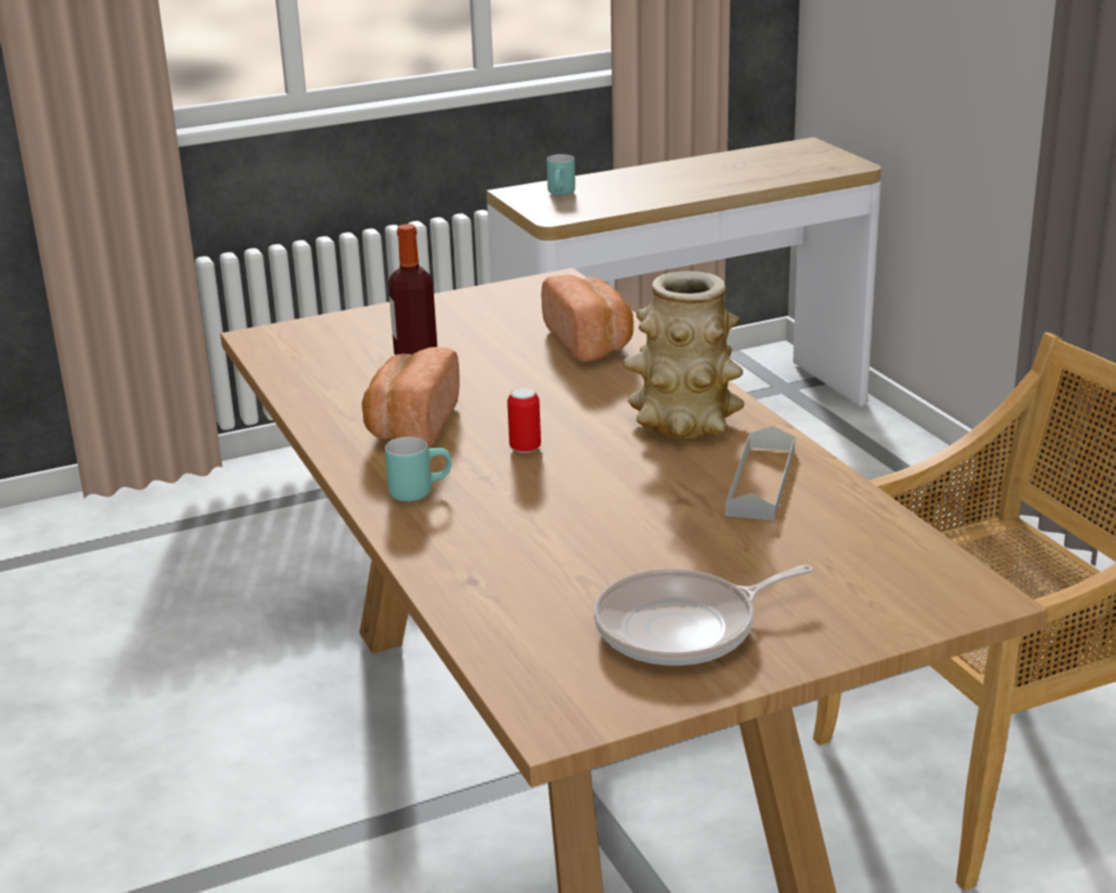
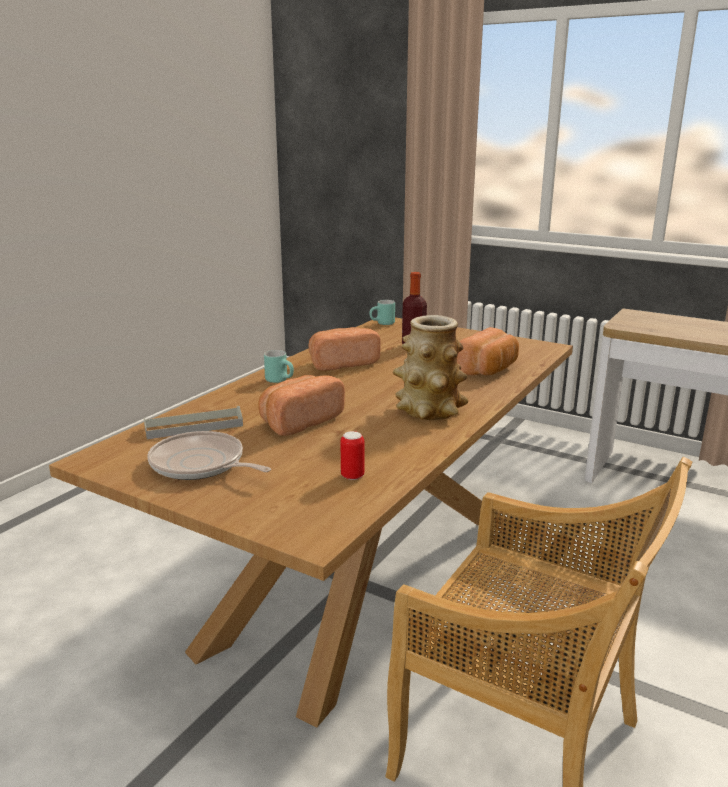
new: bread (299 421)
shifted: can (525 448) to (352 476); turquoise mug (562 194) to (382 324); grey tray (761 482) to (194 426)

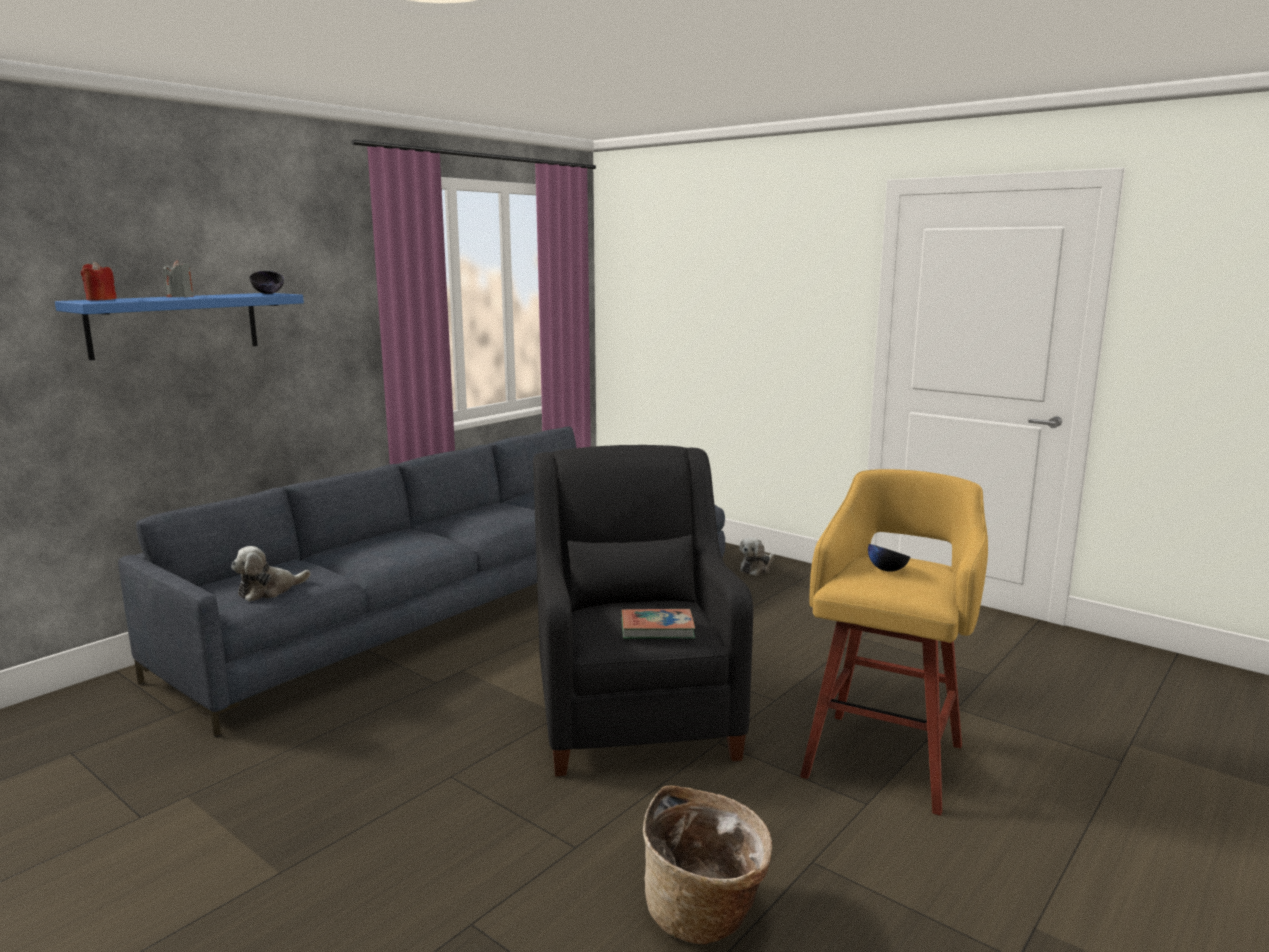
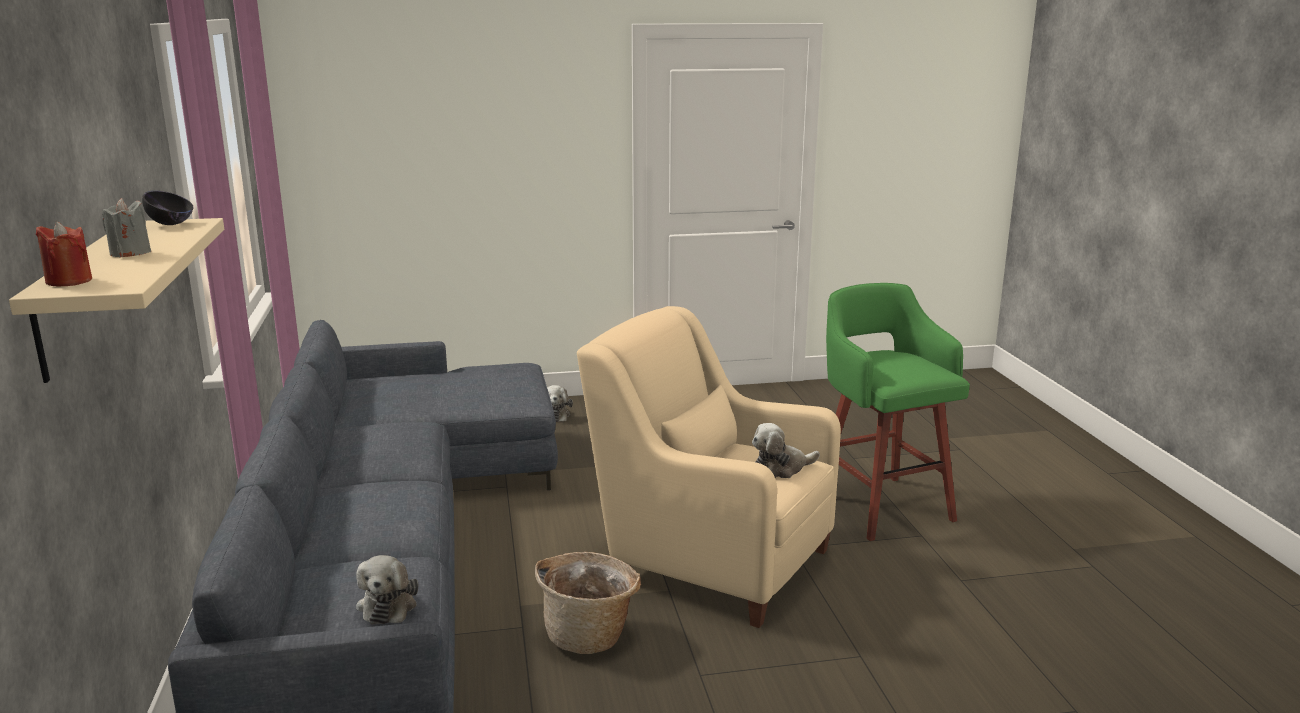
gone: black bowl (887 570)
shifted: basket (705 913) to (589 635)
swapped: book (657 629) to plush toy (781 468)
repainted: blue shelf (175 324) to beige shelf (83 296); black armchair (634 712) to beige armchair (709 560); yellow stool (885 757) to green stool (880 505)

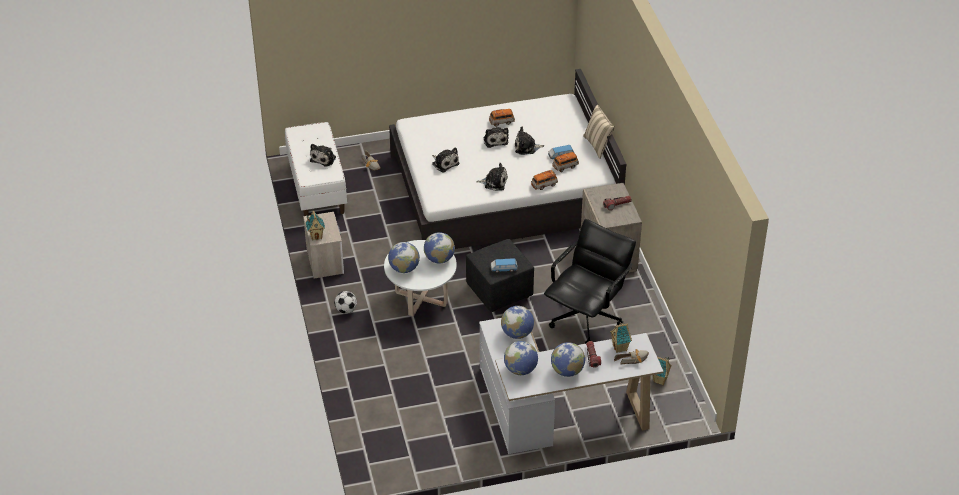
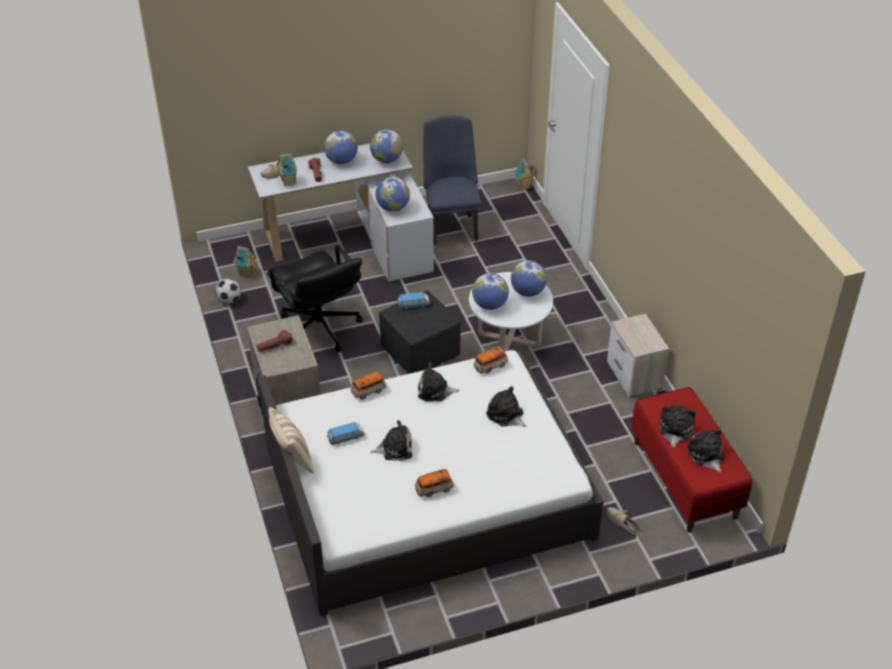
new: blue chair (451 226)
shifted: toy house (316 236) to (524 187); football (346 310) to (229 300); plush toy (495 140) to (706 455); toy car (565 166) to (490 366)
repainted: white bench (316 187) to red bench (685 479)
rotated: black office chair (586 318) = (319 329) 60 degrees counterclockwise

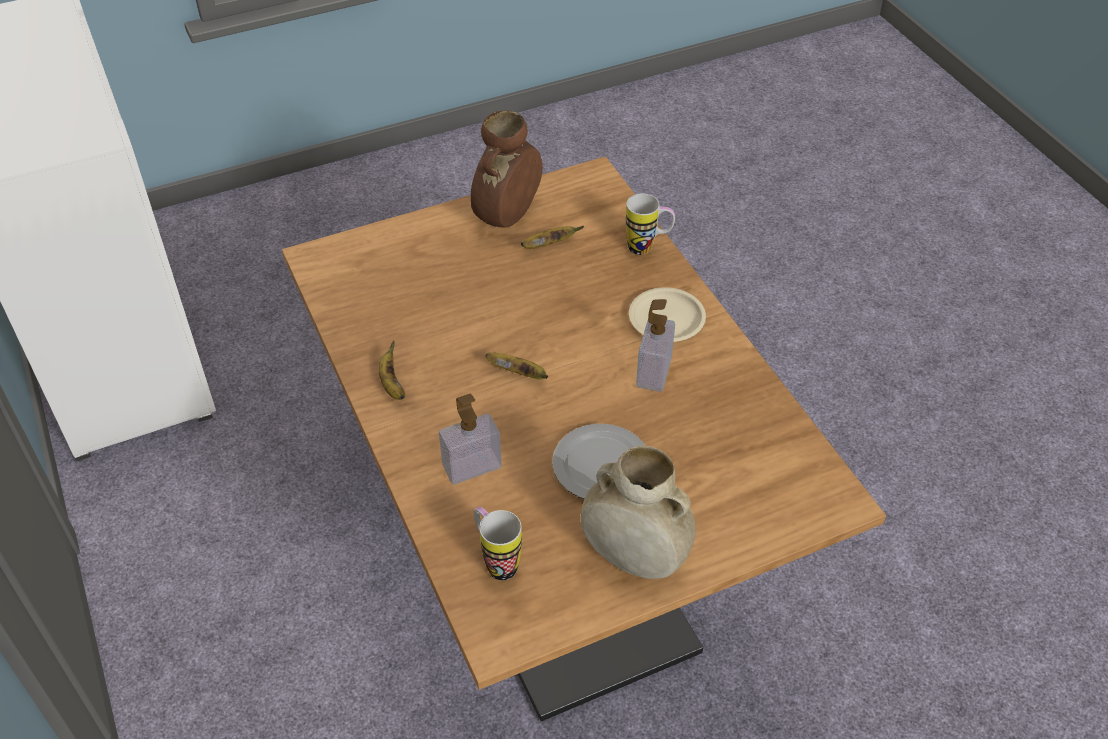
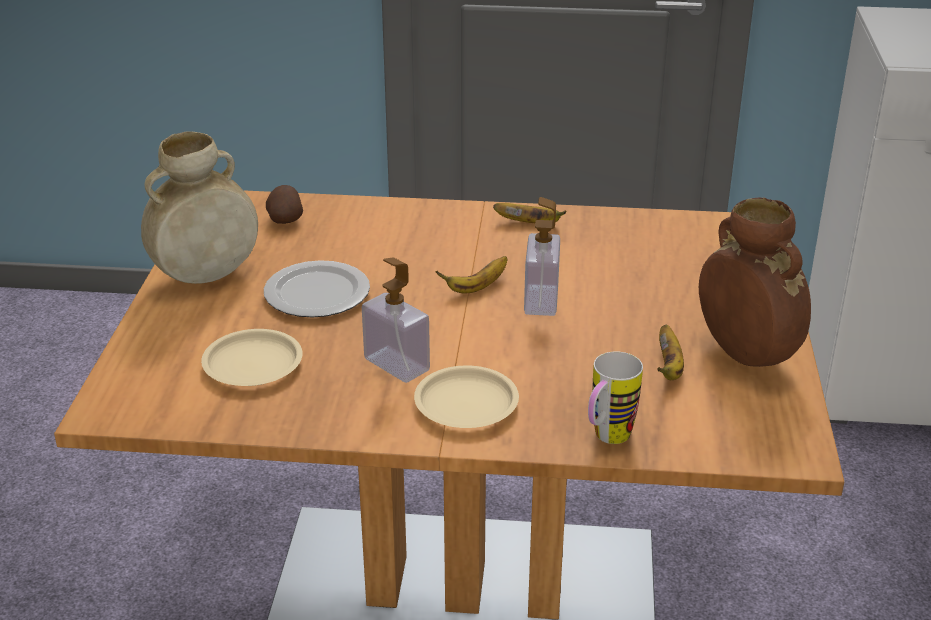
new: beige plate (252 365)
shifted: soap dispenser (472 466) to (541 300)
swapped: mug (496 561) to potato (285 219)

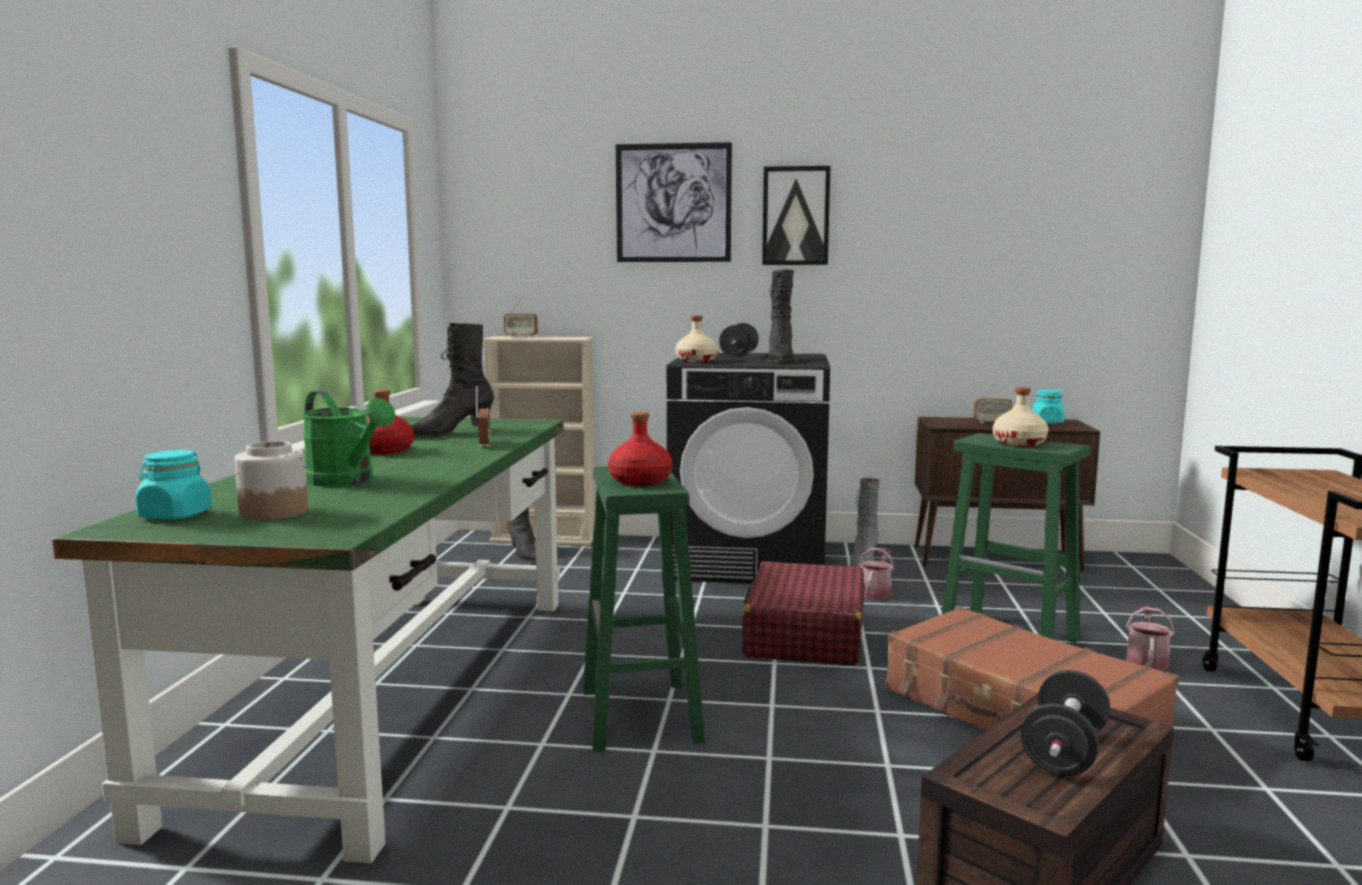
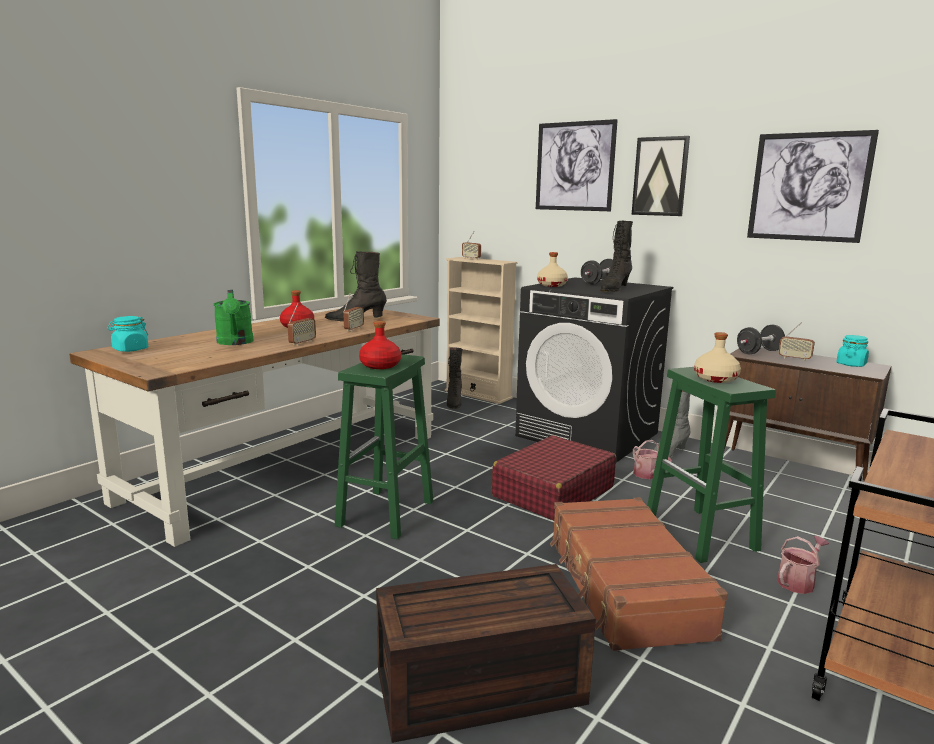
gone: jar (273 512)
new: radio (302 343); picture (808 187)
shifted: black dumbbell (1064 752) to (759 352)
repainted: green desk (395 691) to brown desk (289 465)
rotated: watering can (876 592) = (648 475) 105 degrees clockwise

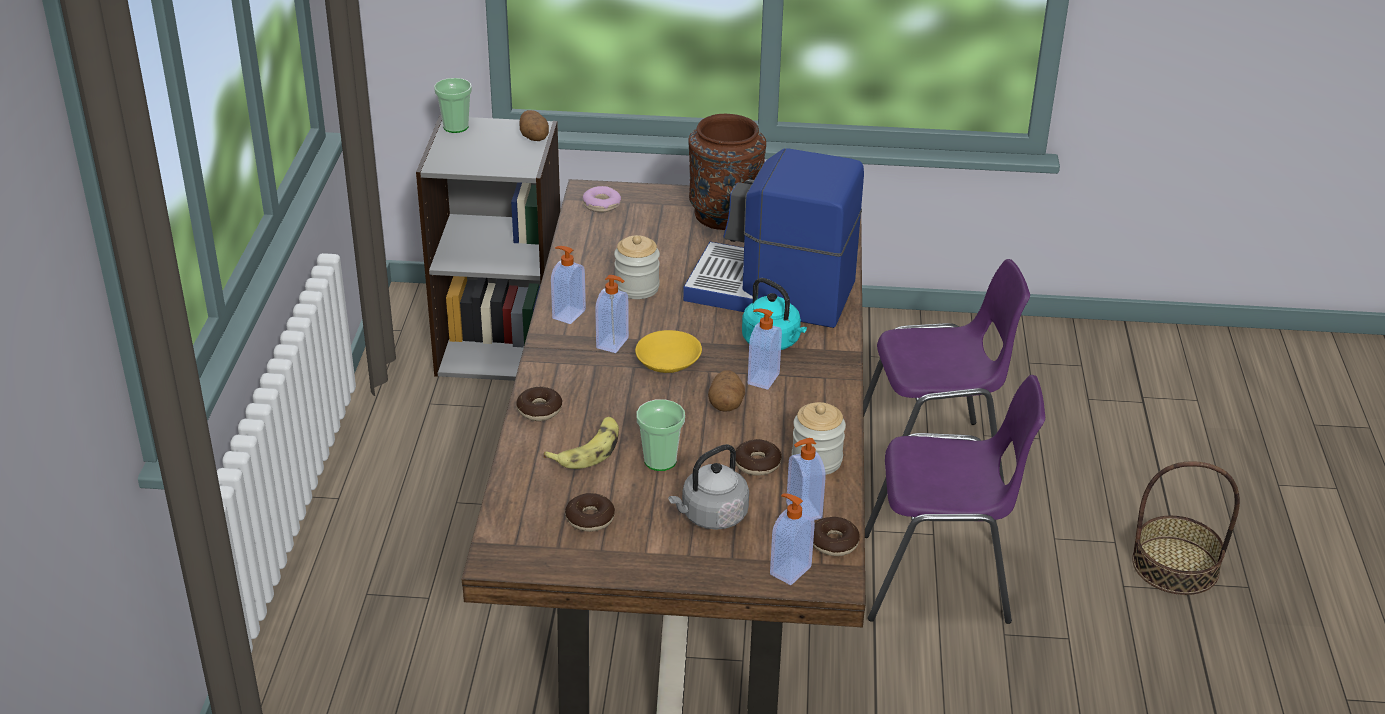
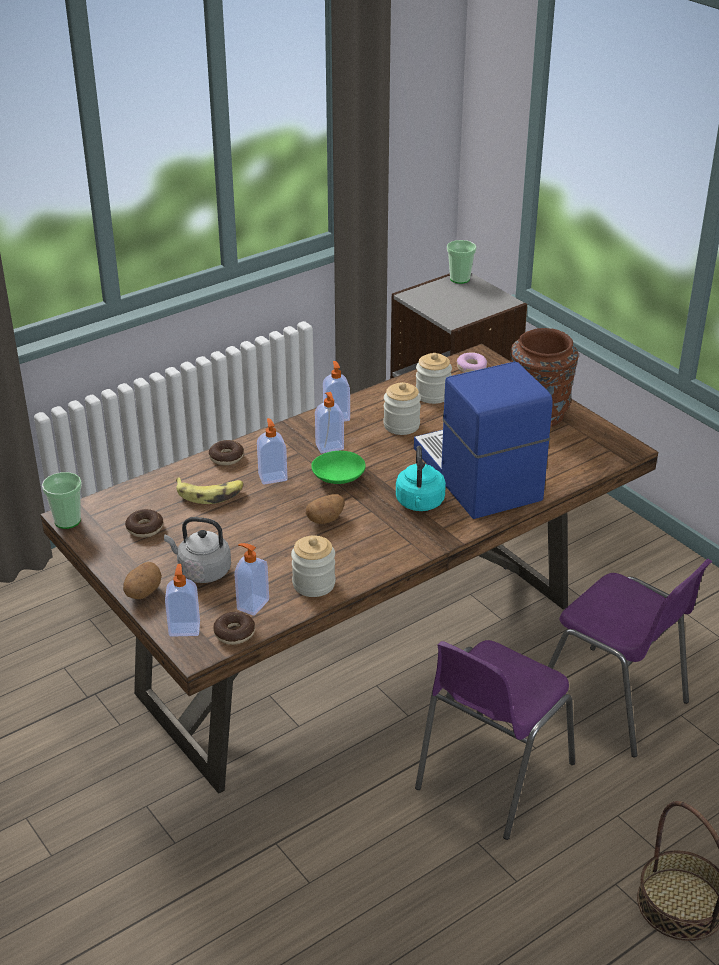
gone: donut (757 464)
new: jar (433 395)
shifted: potato (535 138) to (142 592); cup (660 461) to (67 521); soap dispenser (762 378) to (272 477)
repainted: yellow bowl (667 363) to green bowl (337 476)
rotated: purple chair (940 580) = (490 777) 75 degrees clockwise

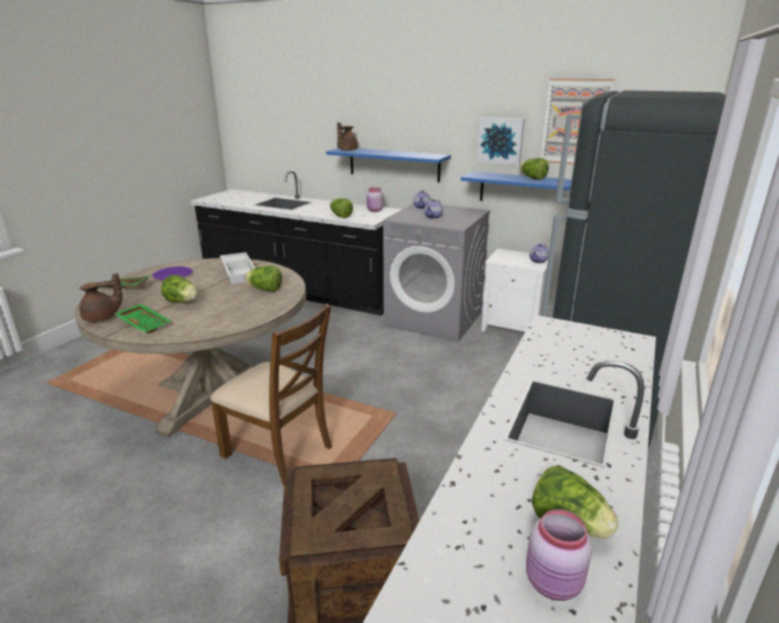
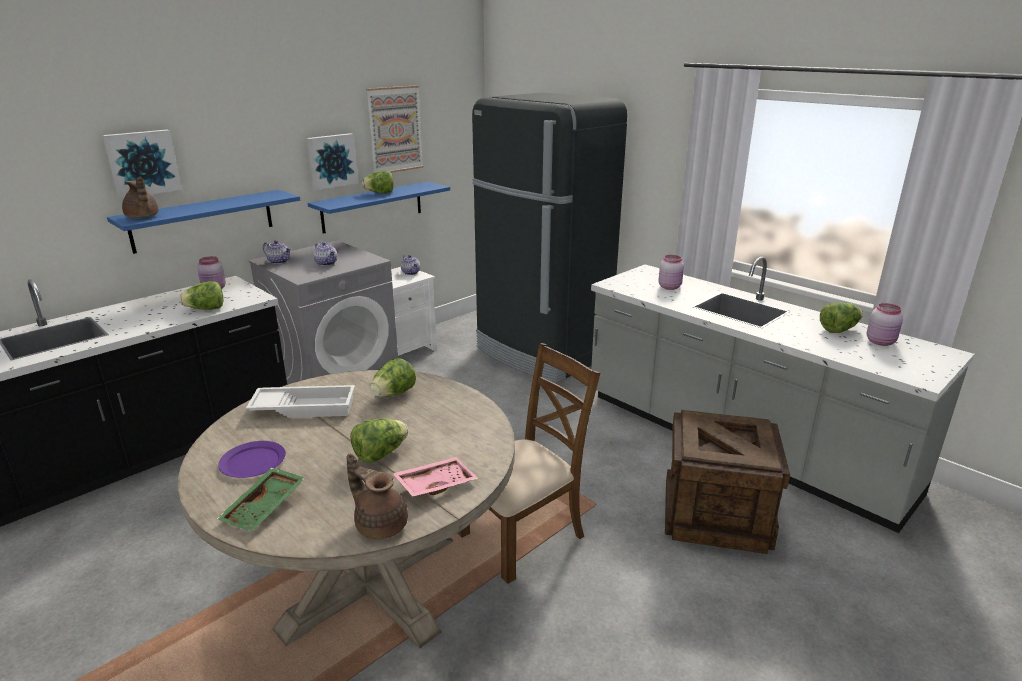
new: picture (142 163); pink jar (670 287)
repainted: green tray (145 324) to pink tray (435 484)
rotated: brown teapot (102 318) = (380 524) 45 degrees counterclockwise

